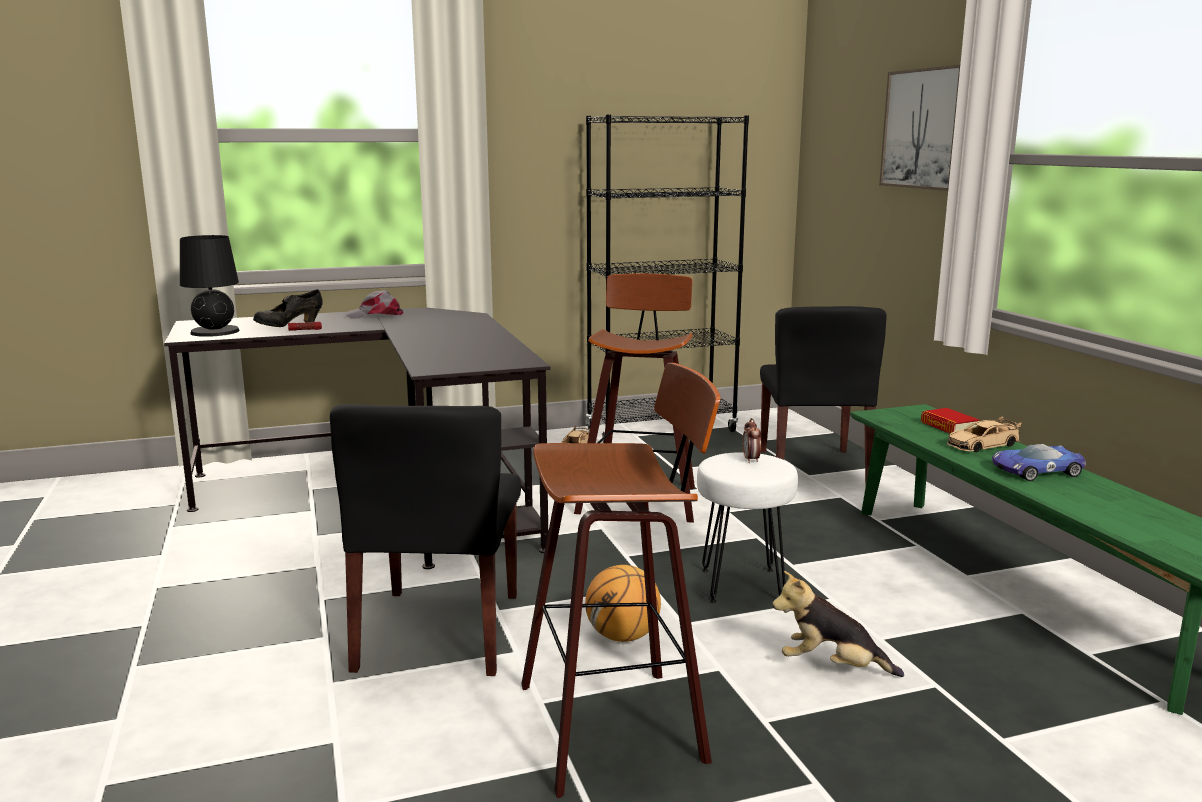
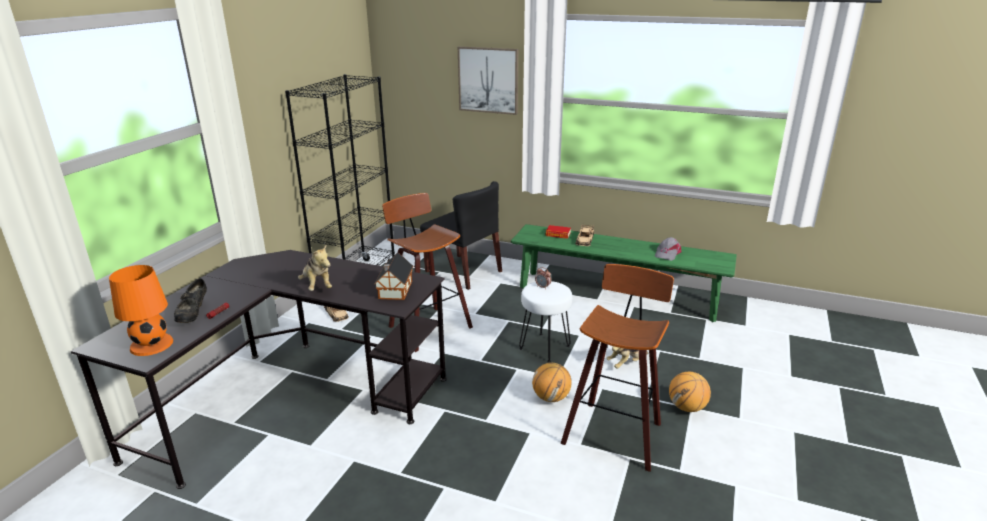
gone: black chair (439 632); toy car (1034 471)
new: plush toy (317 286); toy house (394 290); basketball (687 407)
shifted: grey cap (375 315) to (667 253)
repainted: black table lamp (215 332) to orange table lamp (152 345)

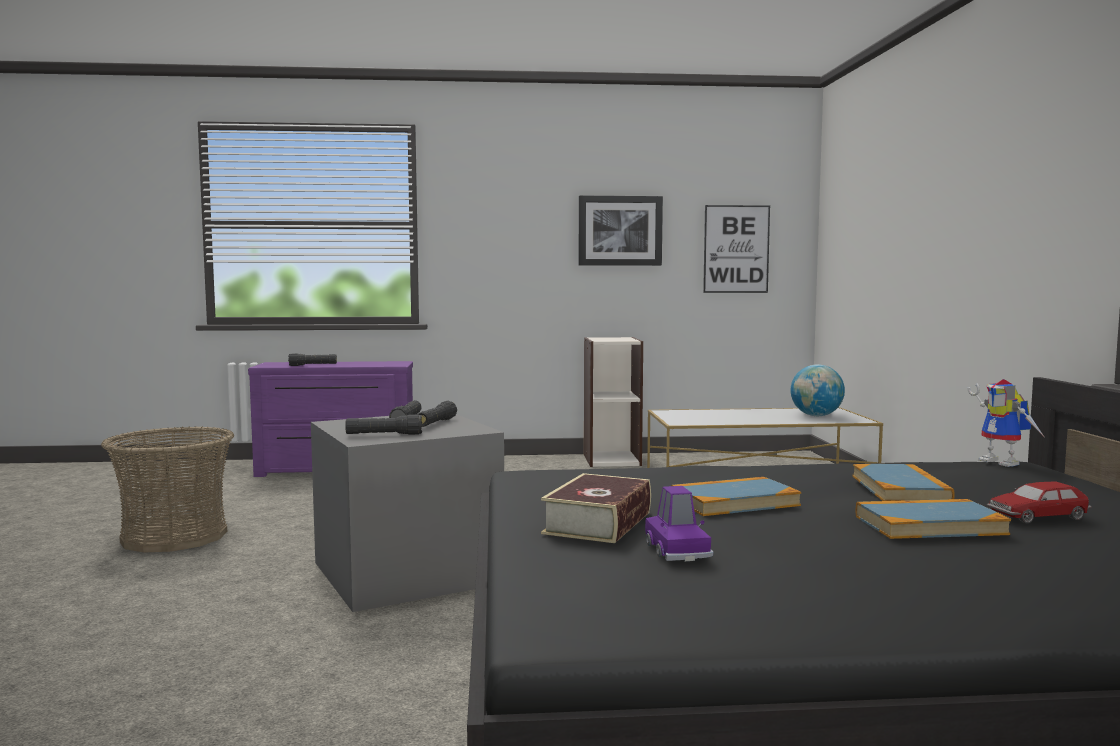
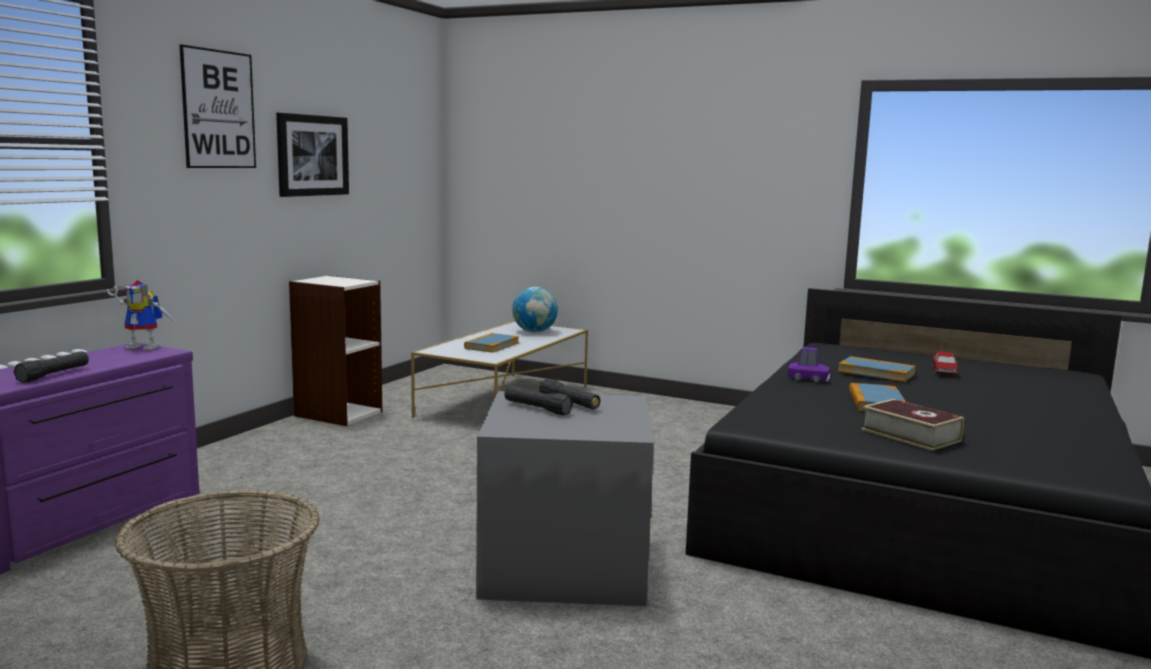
gone: black flashlight (384 435)
shifted: purple toy car (676 550) to (808 379); picture (736 249) to (219 109); book (929 525) to (491 345); toy robot (1005 462) to (146 347)

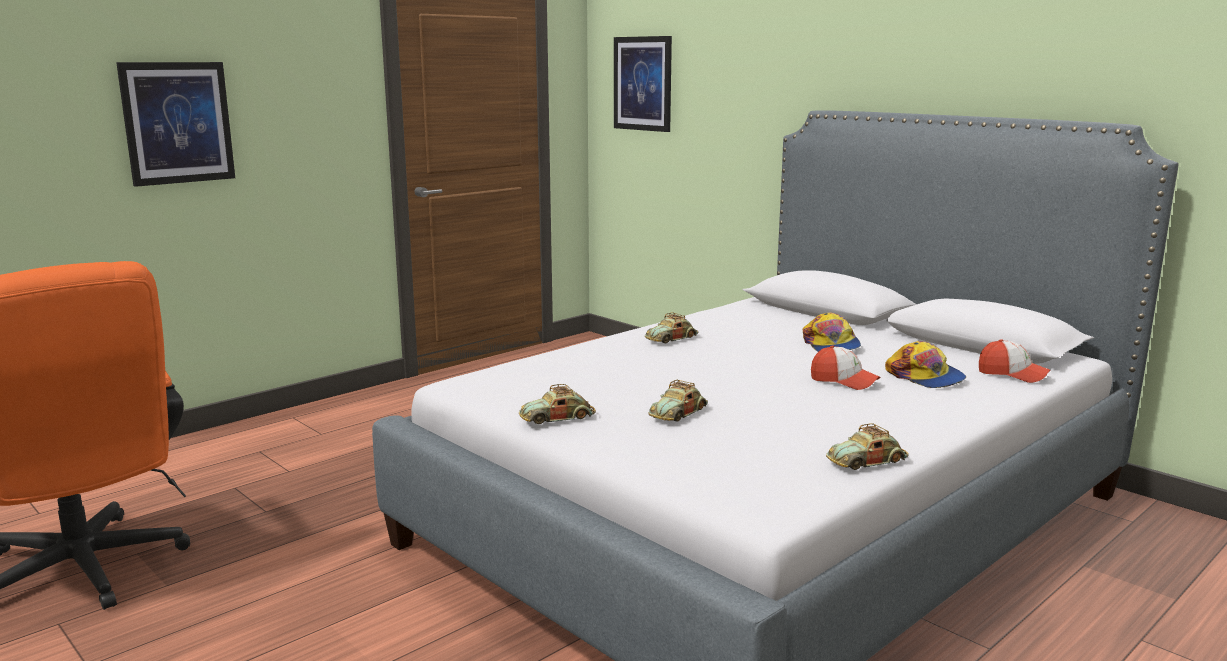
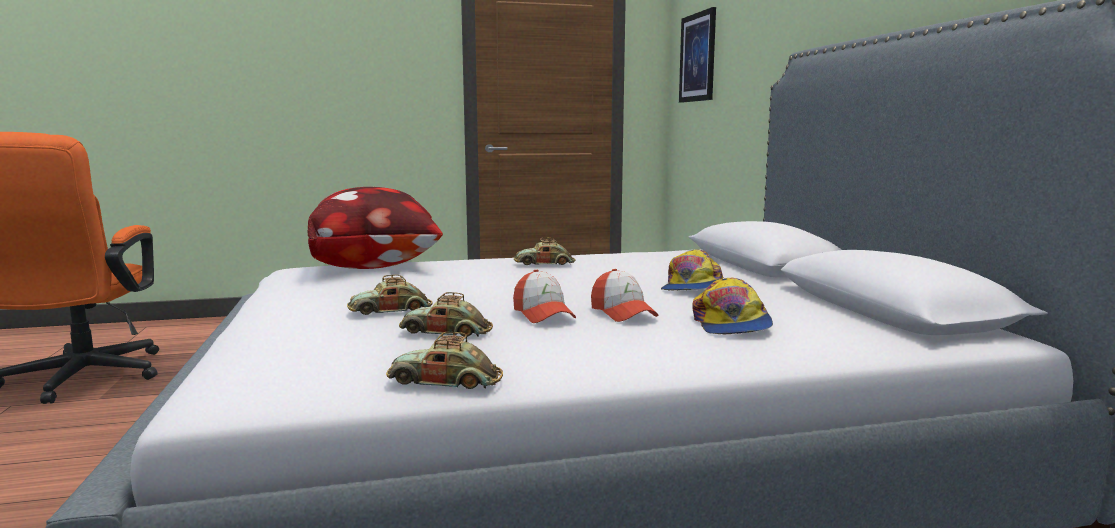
gone: picture (177 123)
new: pillow (378 266)
shifted: toy car (557 418) to (446 332); cap (1012 374) to (543 314)

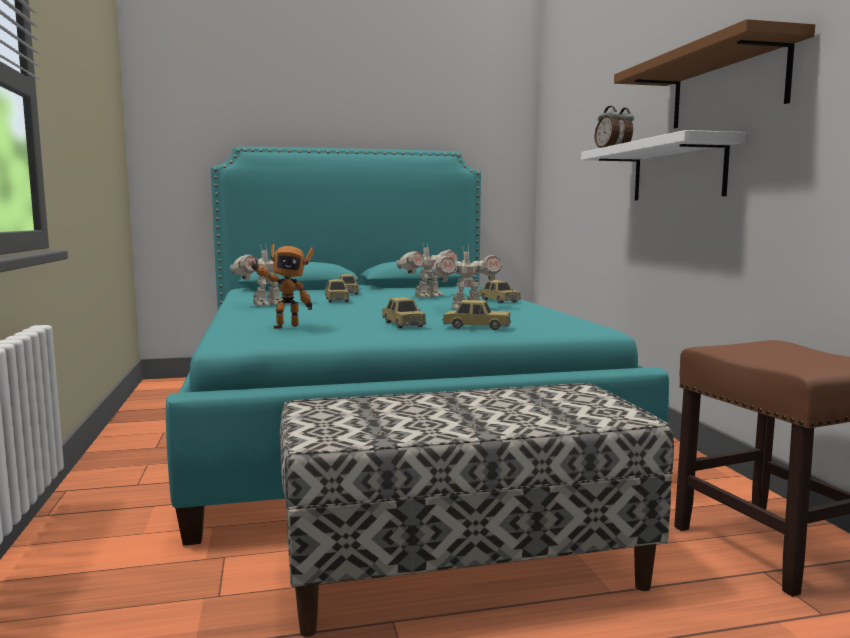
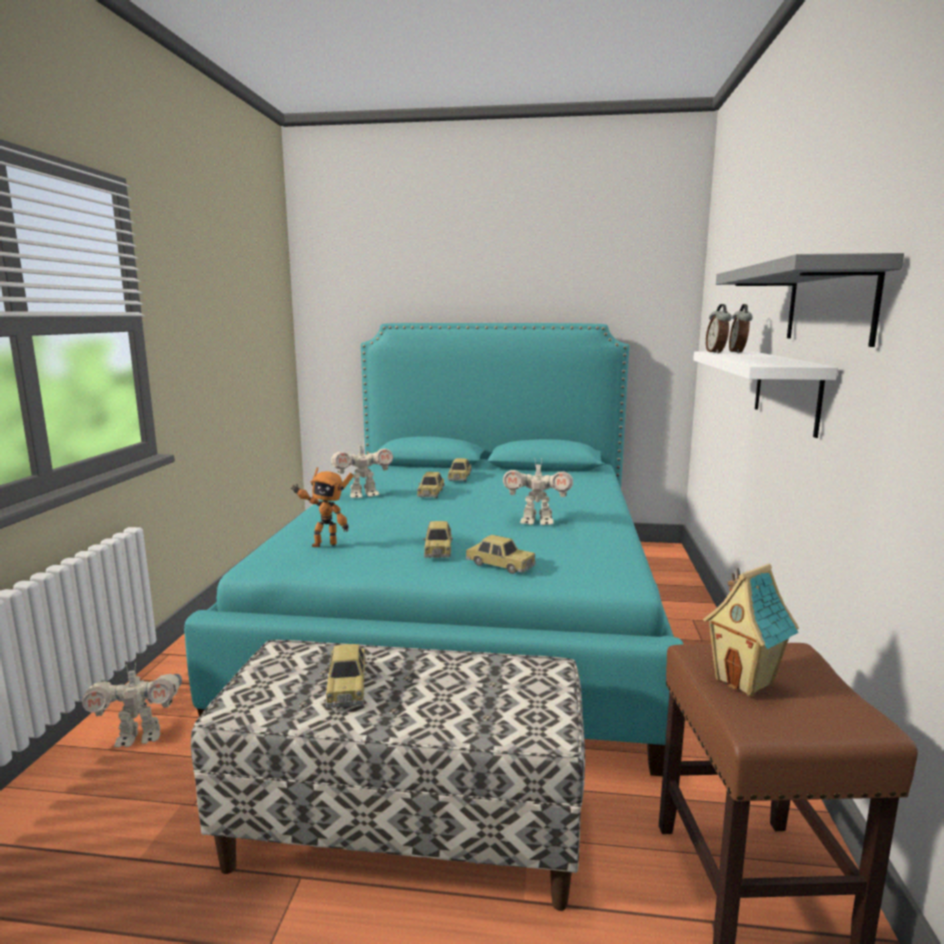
new: toy house (745 681)
shifted: toy robot (427 296) to (139 737); toy car (498 301) to (347 686)
repainted: brown shelf (727 86) to grey shelf (829 304)

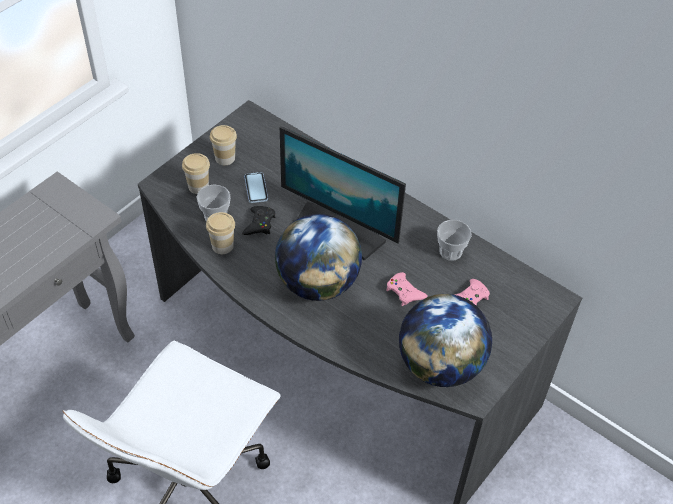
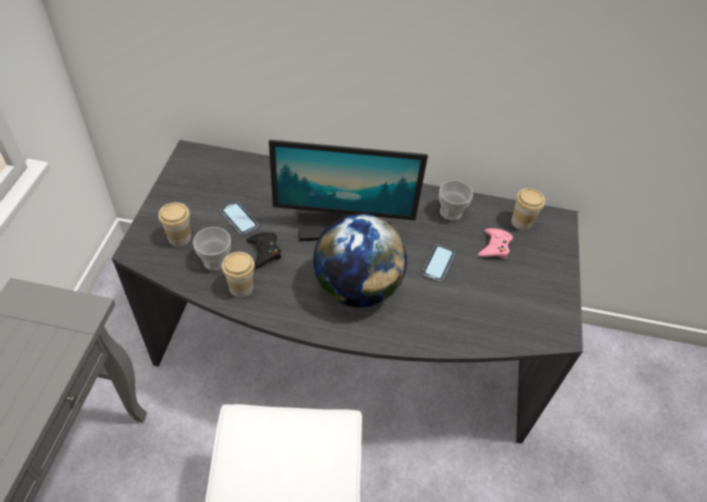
gone: globe (440 365)
shifted: cup (225 158) to (521 222)
swapped: pink game controller (404 292) to phone (438 264)

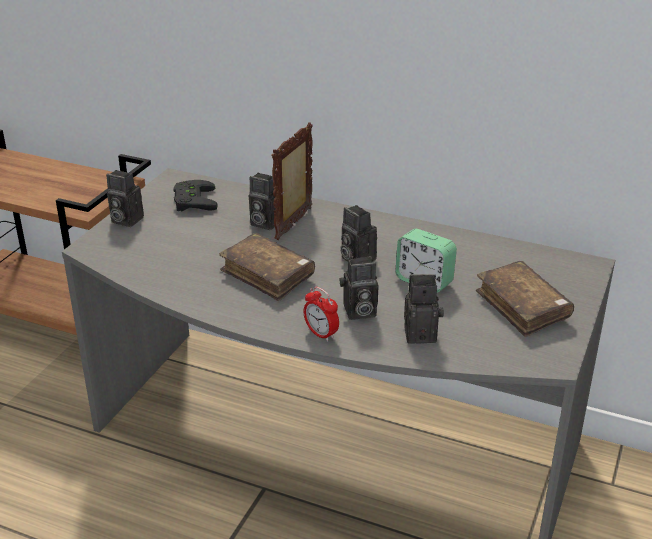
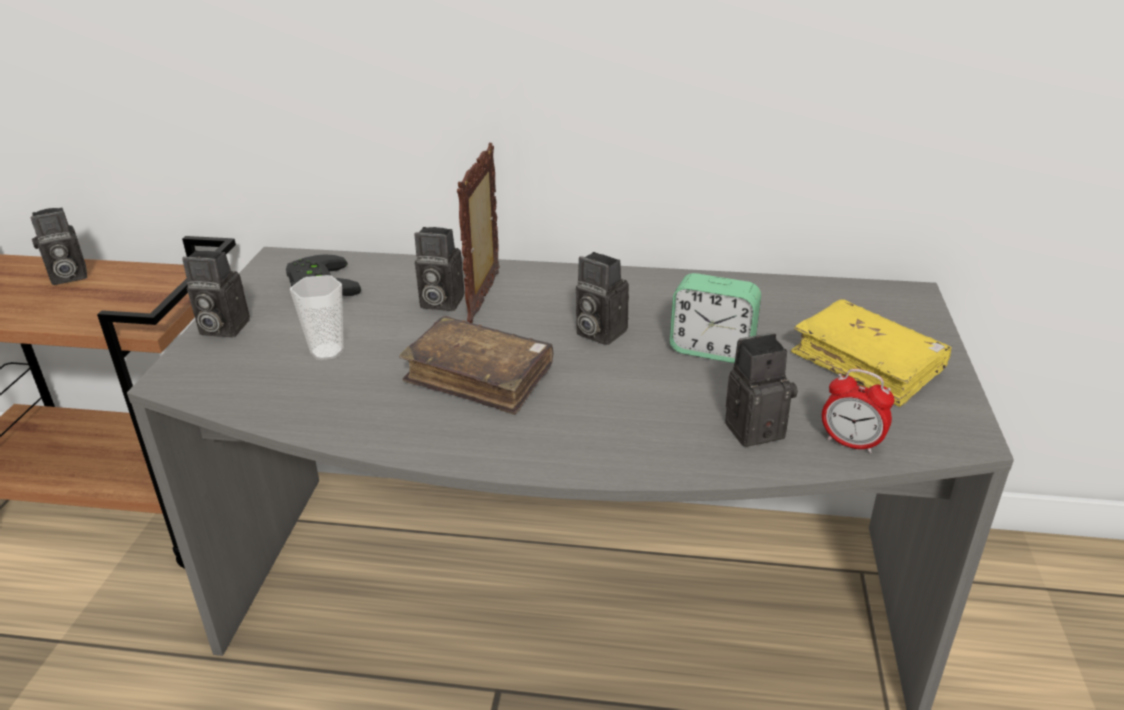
new: cup (327 352)
shifted: alarm clock (321 334) to (851 443); photo camera (358 312) to (66 277)
repainted: brown book (522 307) to yellow book (867 364)

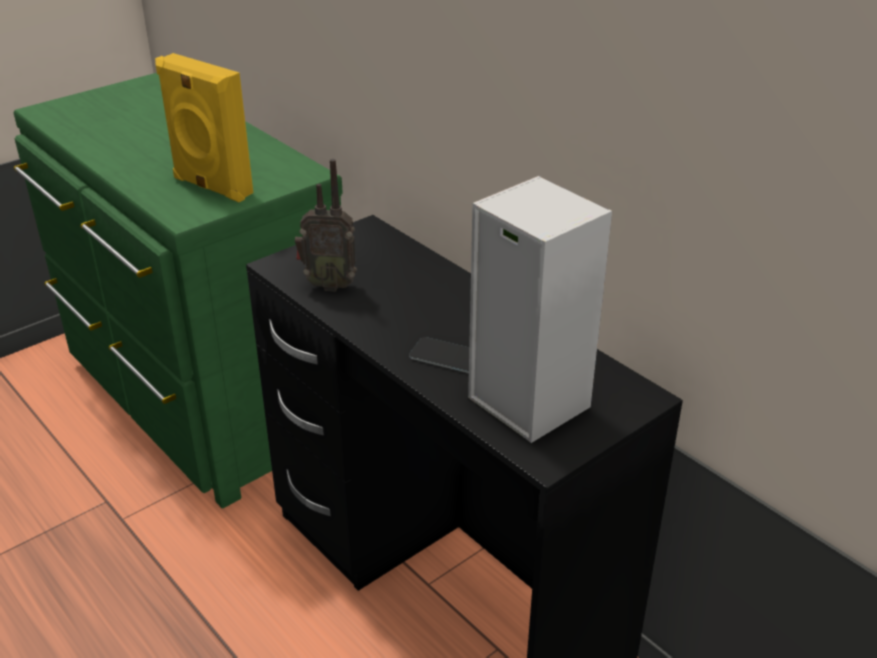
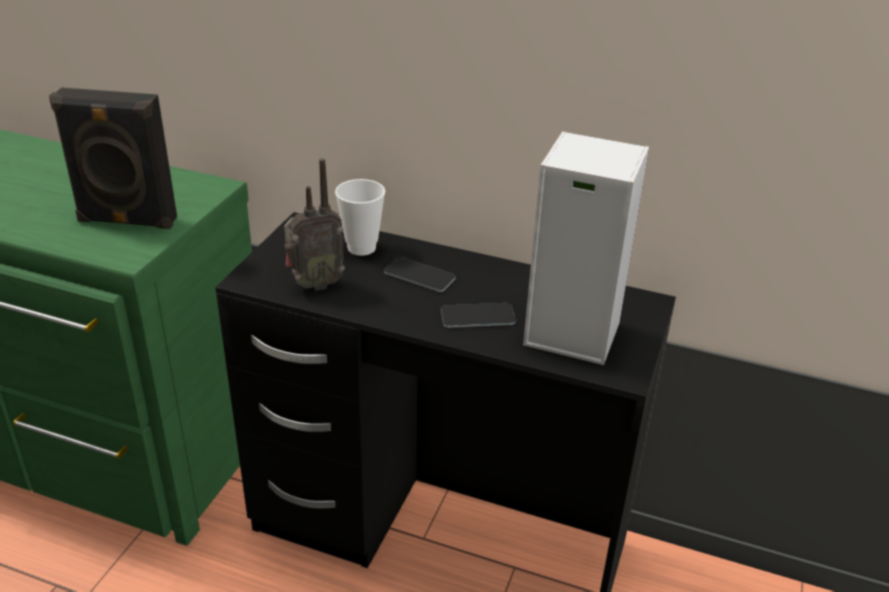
new: cup (361 248); phone (419 275)
repainted: yellow speaker (211 187) to black speaker (126 221)

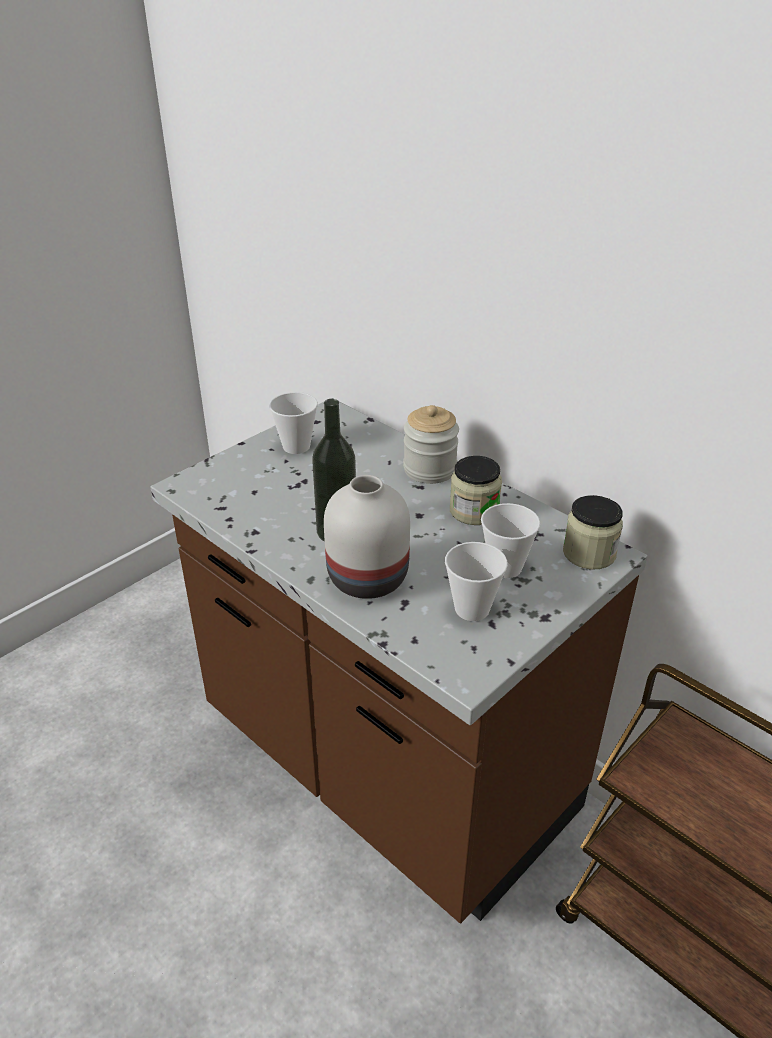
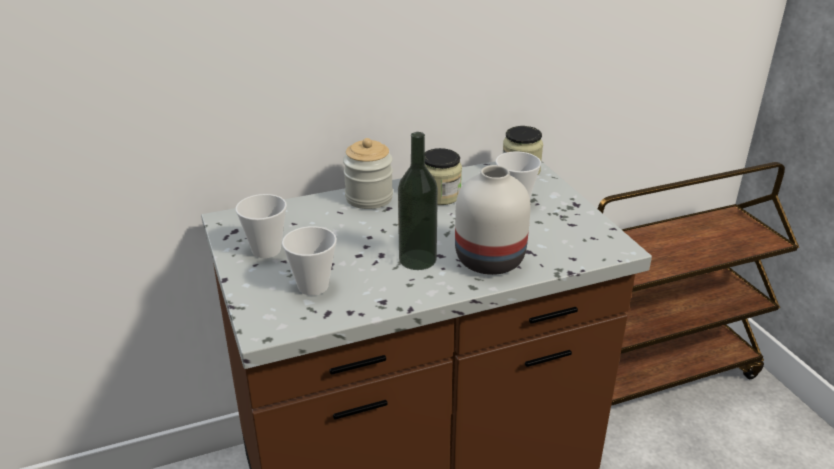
shifted: cup (472 609) to (313 286)

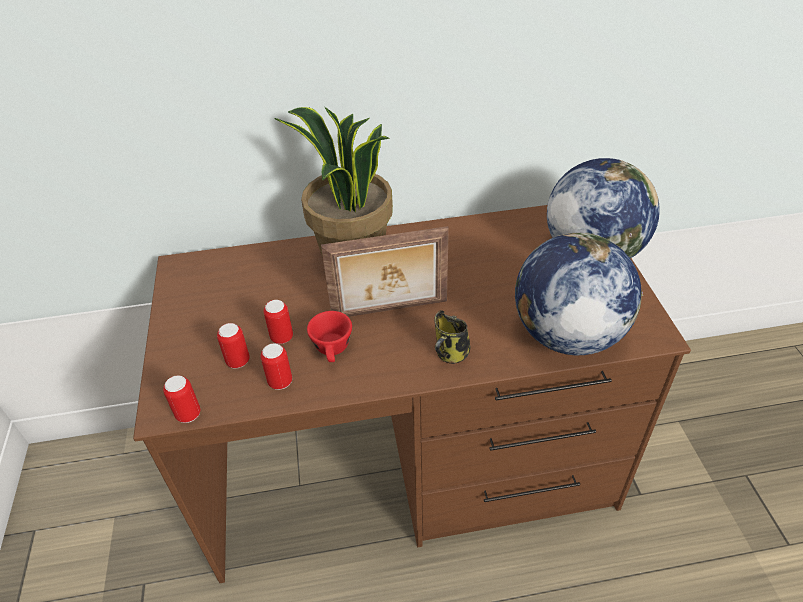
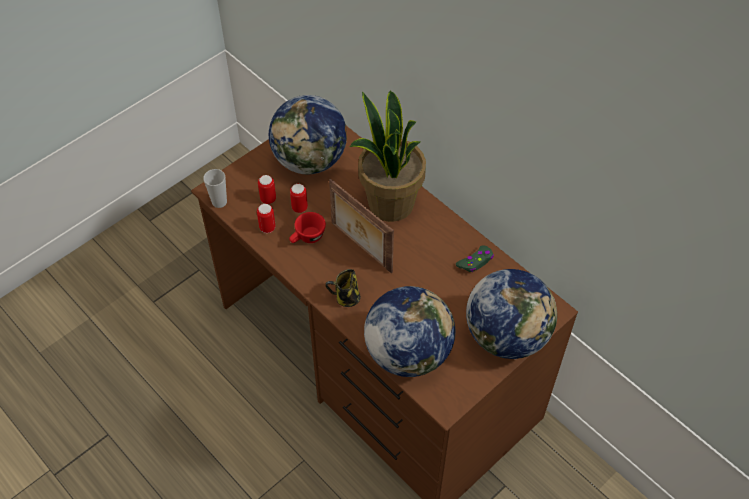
new: globe (310 160); green game controller (475 262)
swapped: can (188 414) to cup (219 202)

